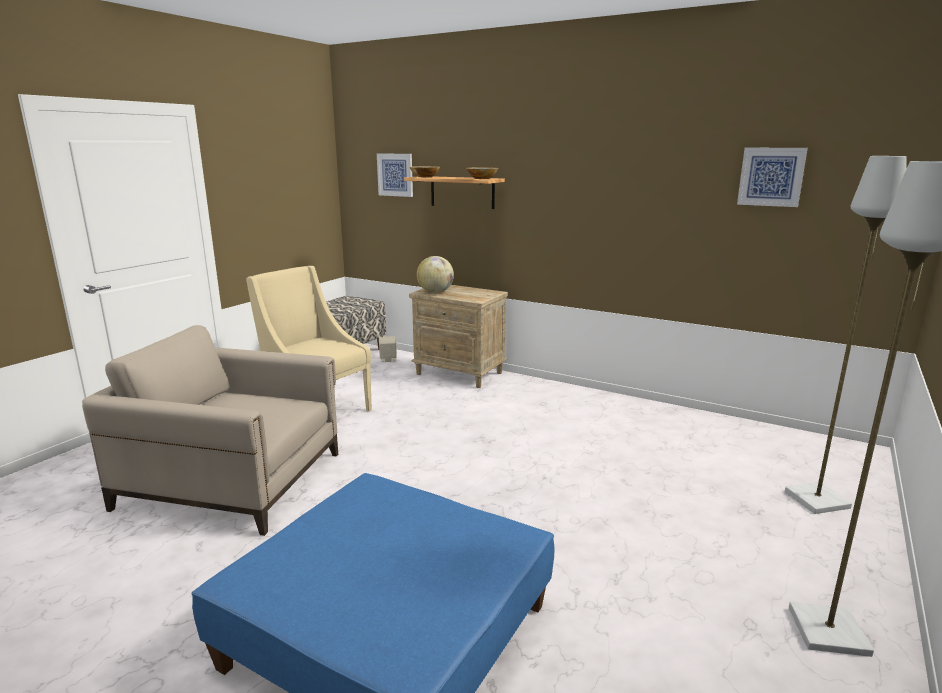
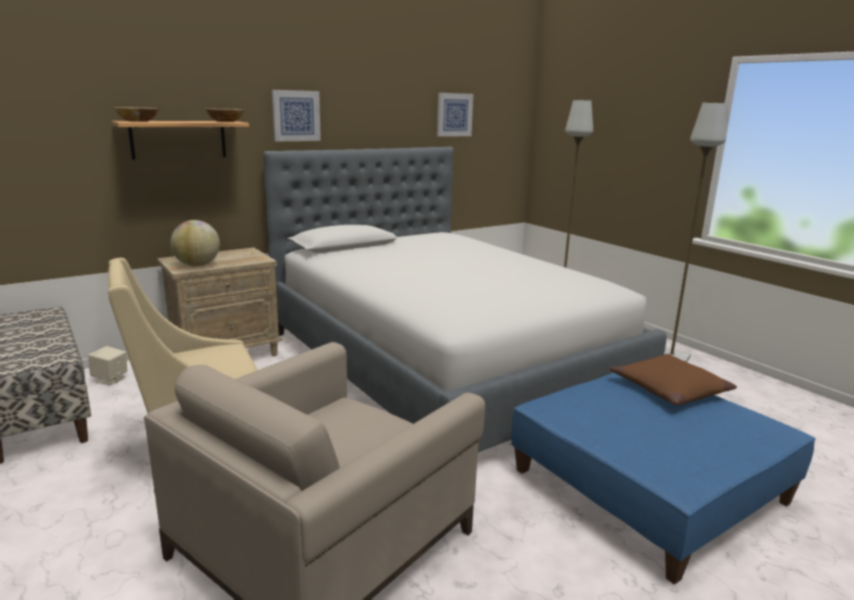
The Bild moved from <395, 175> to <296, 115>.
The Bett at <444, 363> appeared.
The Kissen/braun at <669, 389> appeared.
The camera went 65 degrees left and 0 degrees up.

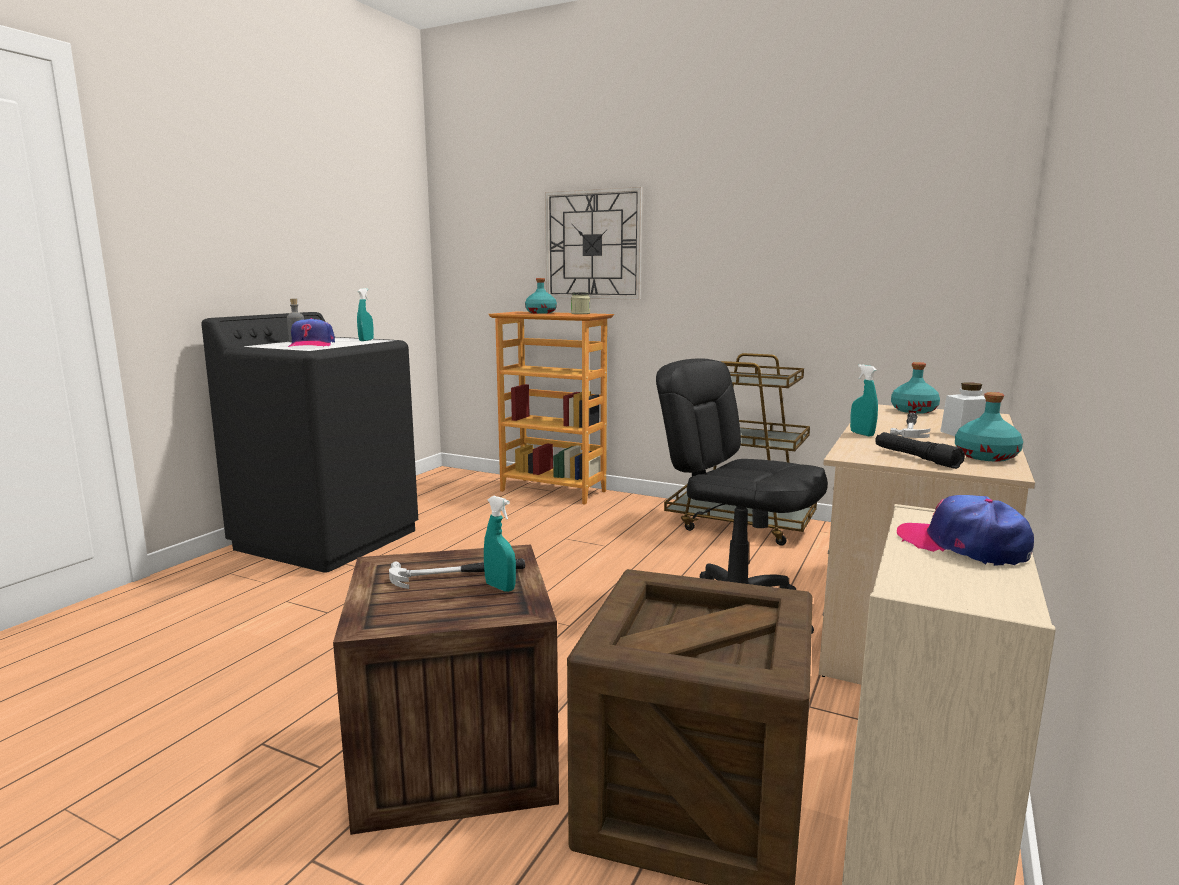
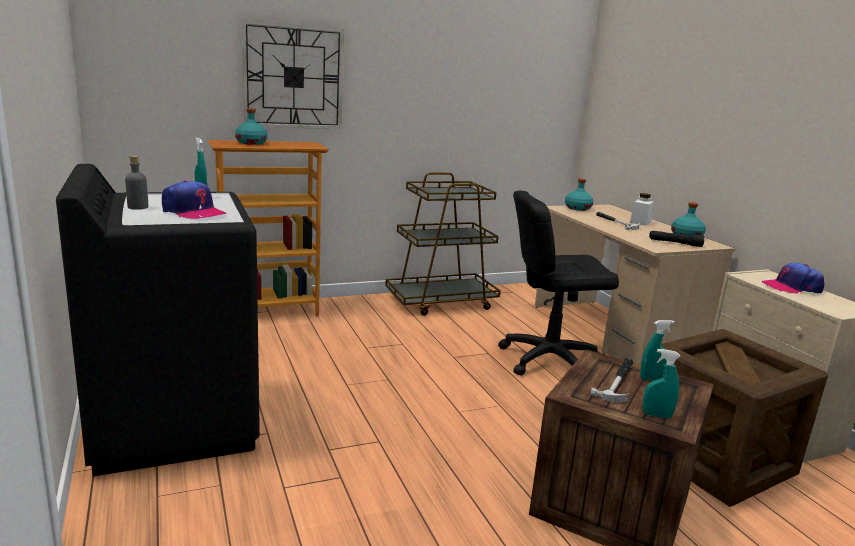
The Vorratsglas at <580, 313> disappeared.
The Sprühflasche/türkis moved from <862, 434> to <656, 415>.
The camera went 50 degrees left and 5 degrees up.

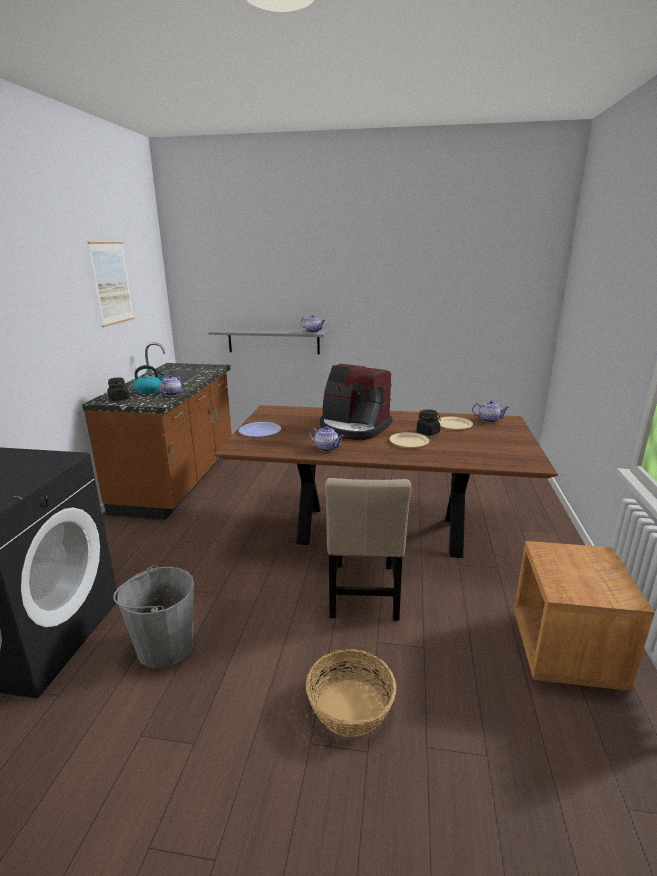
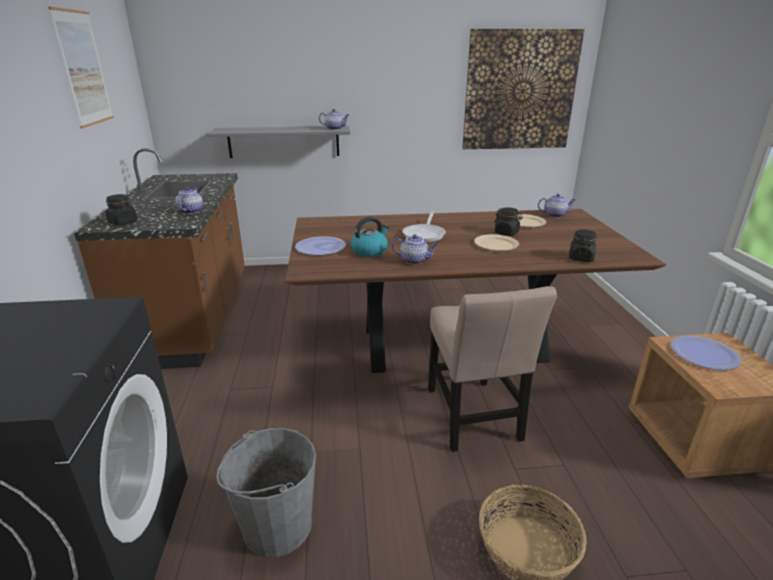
The Kaffeemaschine at <354, 427> was replaced by the Pfanne at <425, 234>.
The Wasserkessel moved from <149, 390> to <369, 251>.
The Bild at <520, 91> appeared.
The Vorratsglas/schwarz at <580, 258> appeared.
The Teller at <704, 354> appeared.
The camera went 15 degrees left and 5 degrees up.

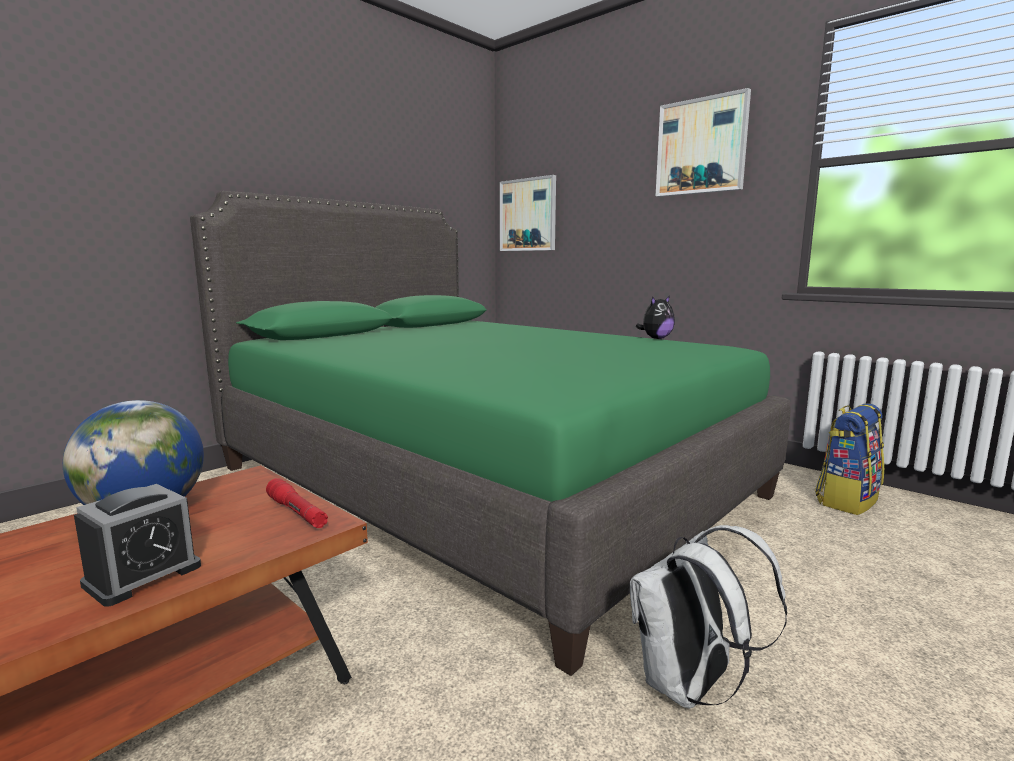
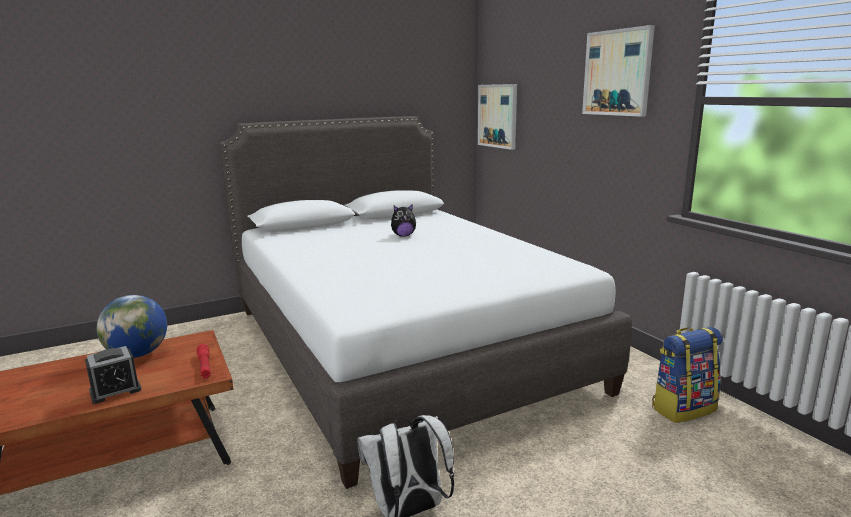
The Bett/grün at <480, 481> became the Bett/weiß at <400, 347>.
The Plüschtier moved from <656, 338> to <403, 235>.
The camera went 20 degrees right and 5 degrees up.

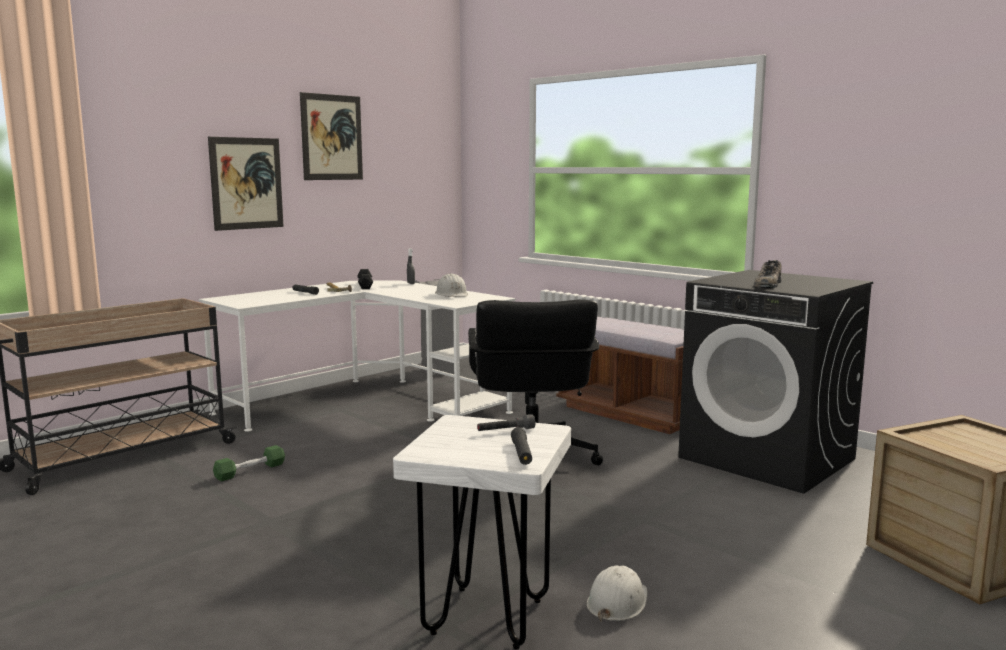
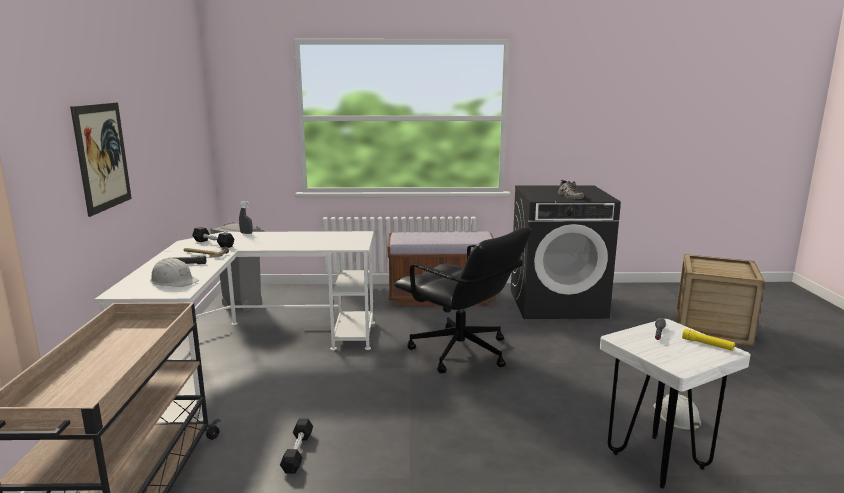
The Bild at <332, 137> disappeared.
The Schutzhelm/weiß moved from <452, 294> to <174, 281>.
The Taschenlampe/schwarz at <521, 453> became the Taschenlampe/gelb at <707, 344>.
The Hantel/grün at <250, 471> became the Hantel/schwarz at <298, 452>.
The camera went 45 degrees left and 5 degrees up.

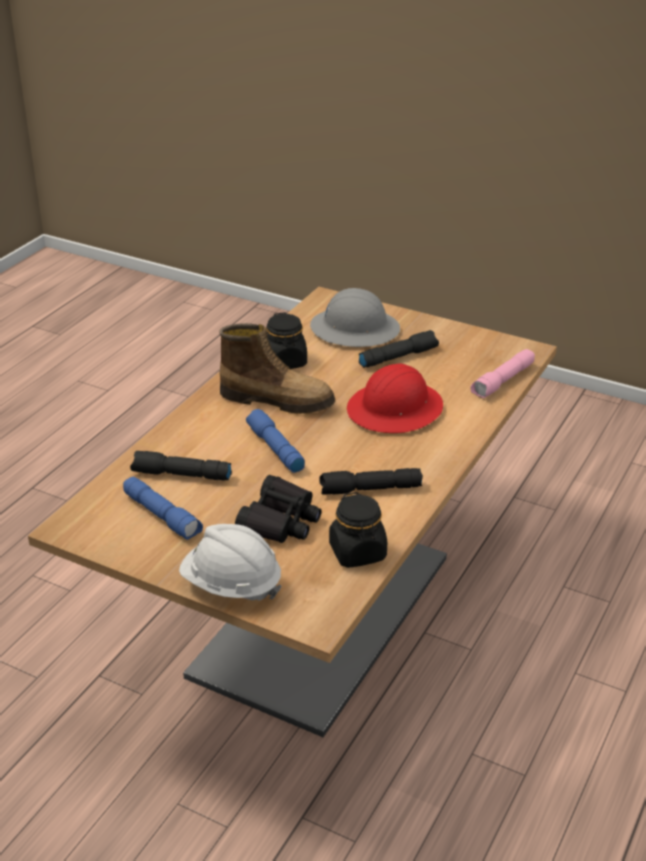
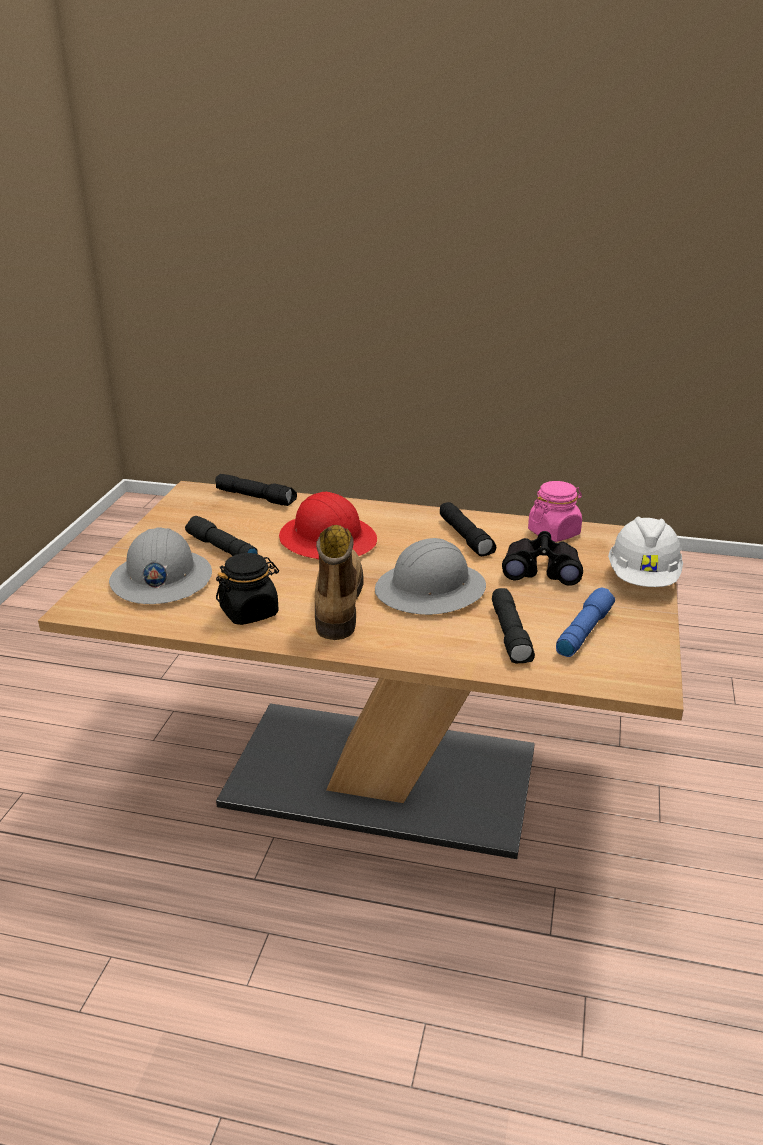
The Taschenlampe/rosa at <503, 381> became the Taschenlampe/schwarz at <256, 497>.
The Taschenlampe/blau at <274, 449> was replaced by the Schutzhelm/grau at <431, 591>.
The Vorratsglas/schwarz at <358, 552> became the Vorratsglas/rosa at <554, 533>.
The camera went 105 degrees left and 5 degrees down.

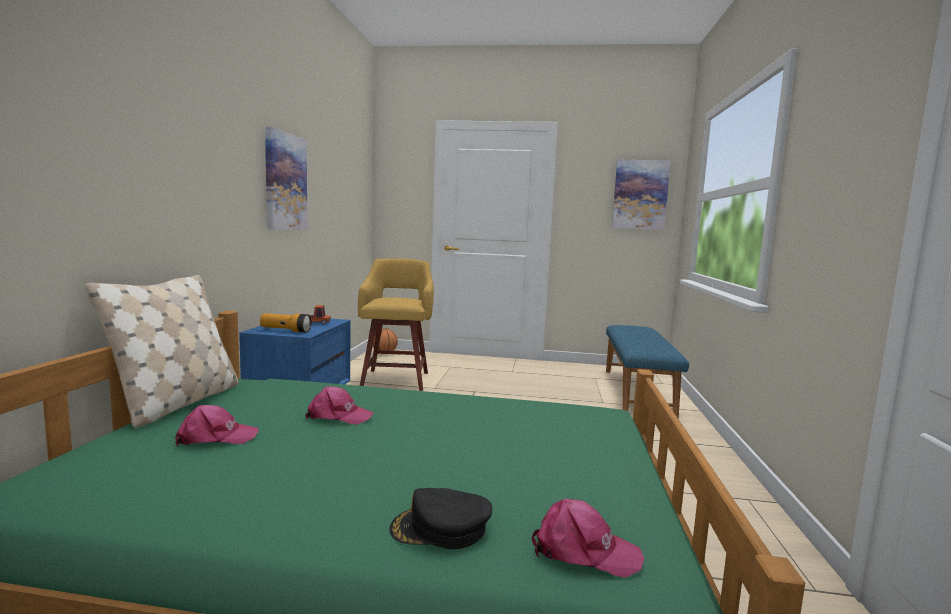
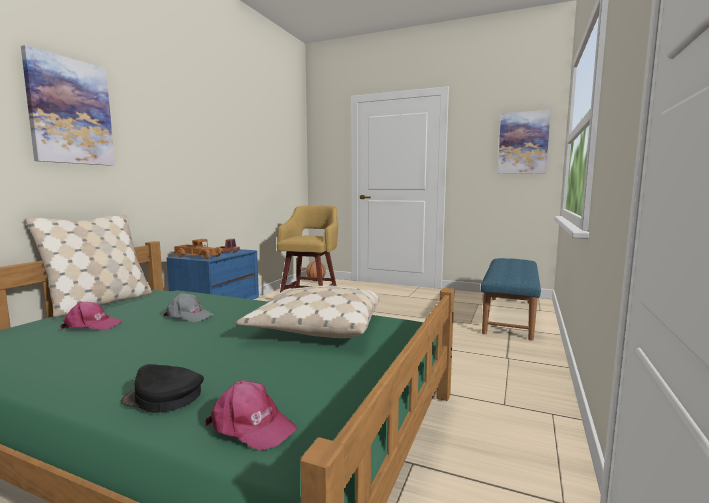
The Bild moved from <285, 182> to <70, 112>.
The Taschenlampe at <285, 330> was replaced by the Spielzeuglaster at <198, 256>.
The Kappe/rosa at <338, 416> became the Kappe/grau at <189, 316>.
The Kissen/beige at <316, 327> appeared.
The camera went 15 degrees right and 0 degrees up.

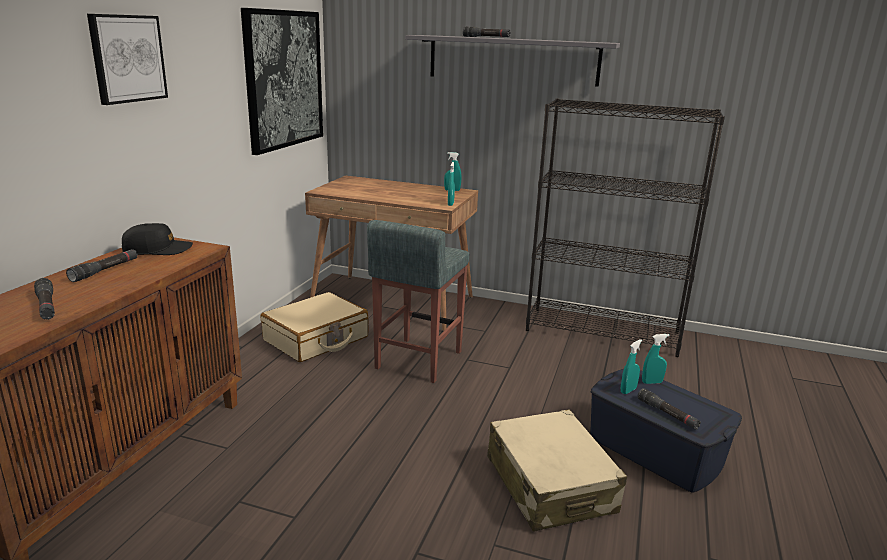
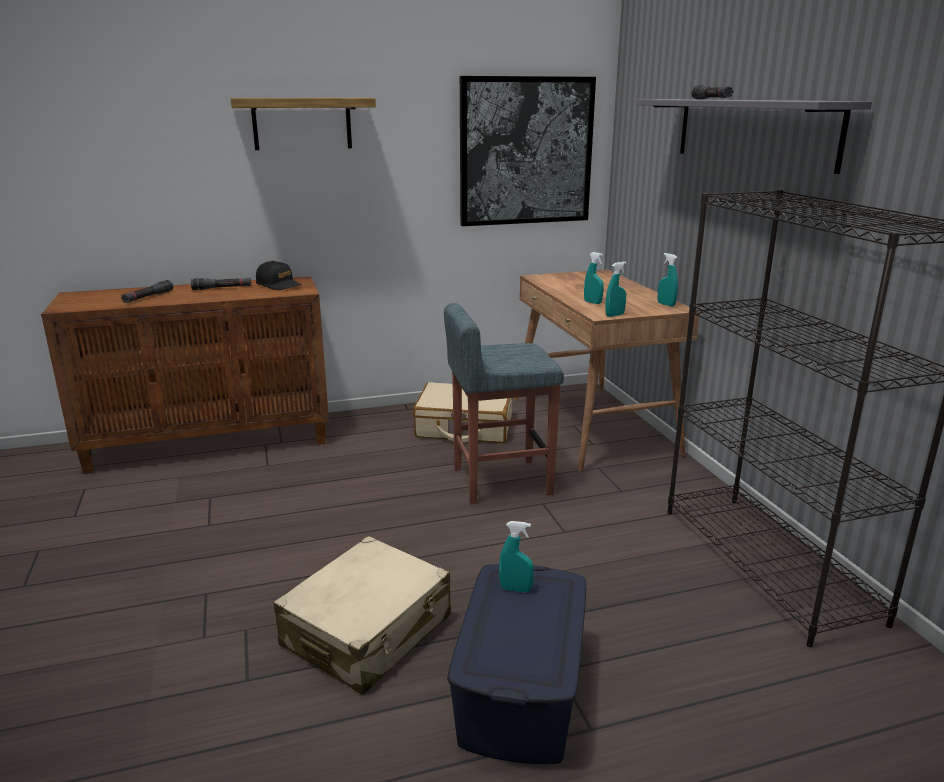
The Bild at <127, 58> was replaced by the Wandregal at <302, 123>.
The Sprühflasche/türkis moved from <652, 382> to <592, 302>.
The Taschenlampe/schwarz at <667, 414> disappeared.
The camera went 55 degrees right and 0 degrees up.

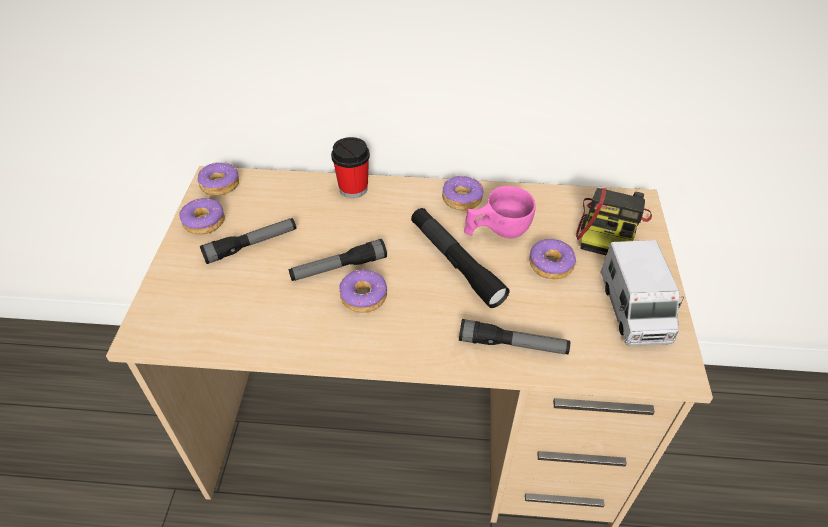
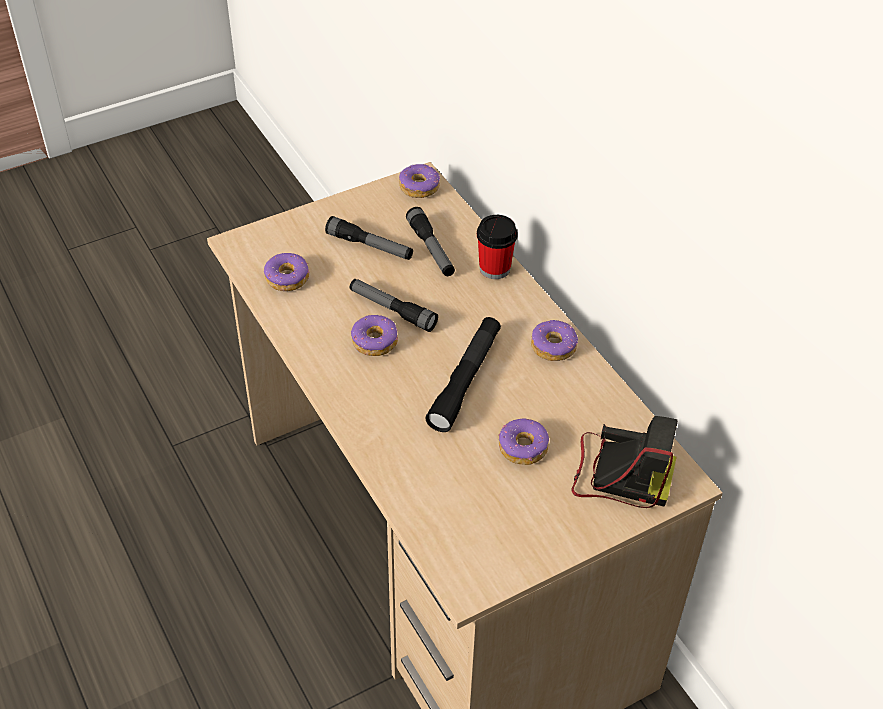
The Tasse/rosa at <496, 231> disappeared.
The Kamera at <610, 228> turned 150 degrees counterclockwise.
The Donut moved from <204, 222> to <287, 278>.
The Spielzeuglaster at <634, 309> disappeared.
The Taschenlampe moved from <512, 345> to <431, 249>.
The camera went 55 degrees right and 0 degrees up.

